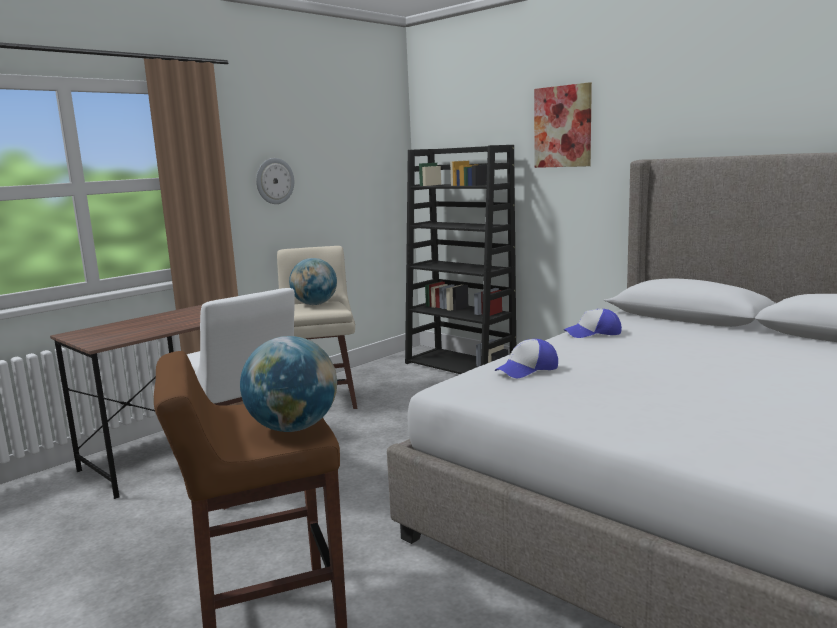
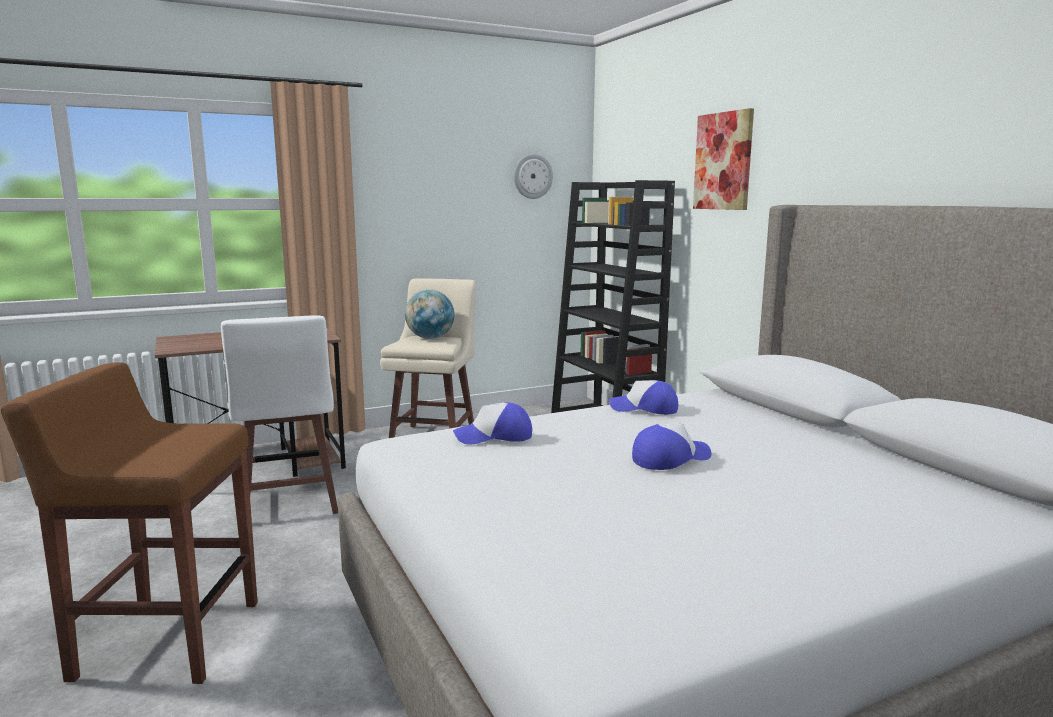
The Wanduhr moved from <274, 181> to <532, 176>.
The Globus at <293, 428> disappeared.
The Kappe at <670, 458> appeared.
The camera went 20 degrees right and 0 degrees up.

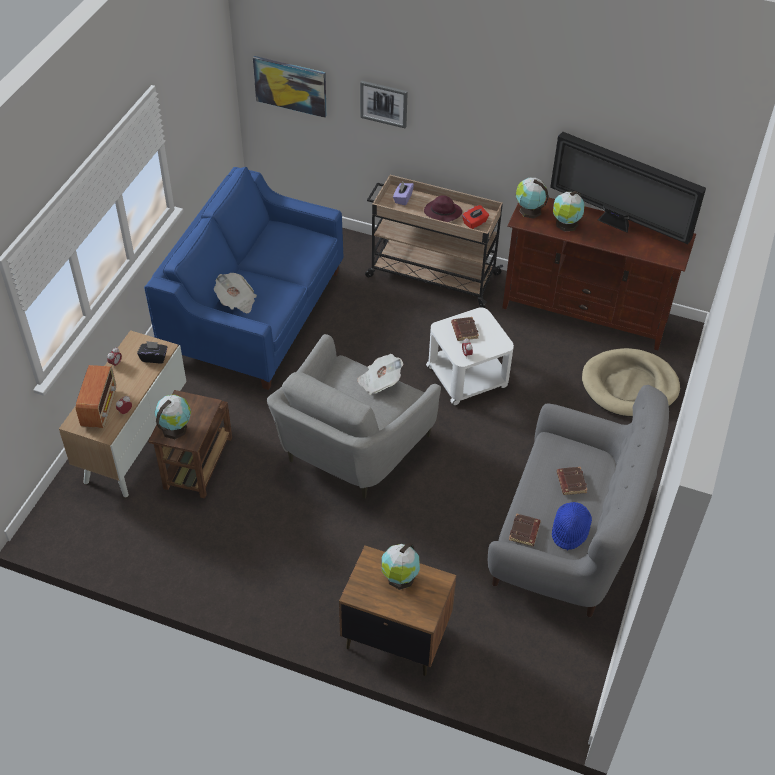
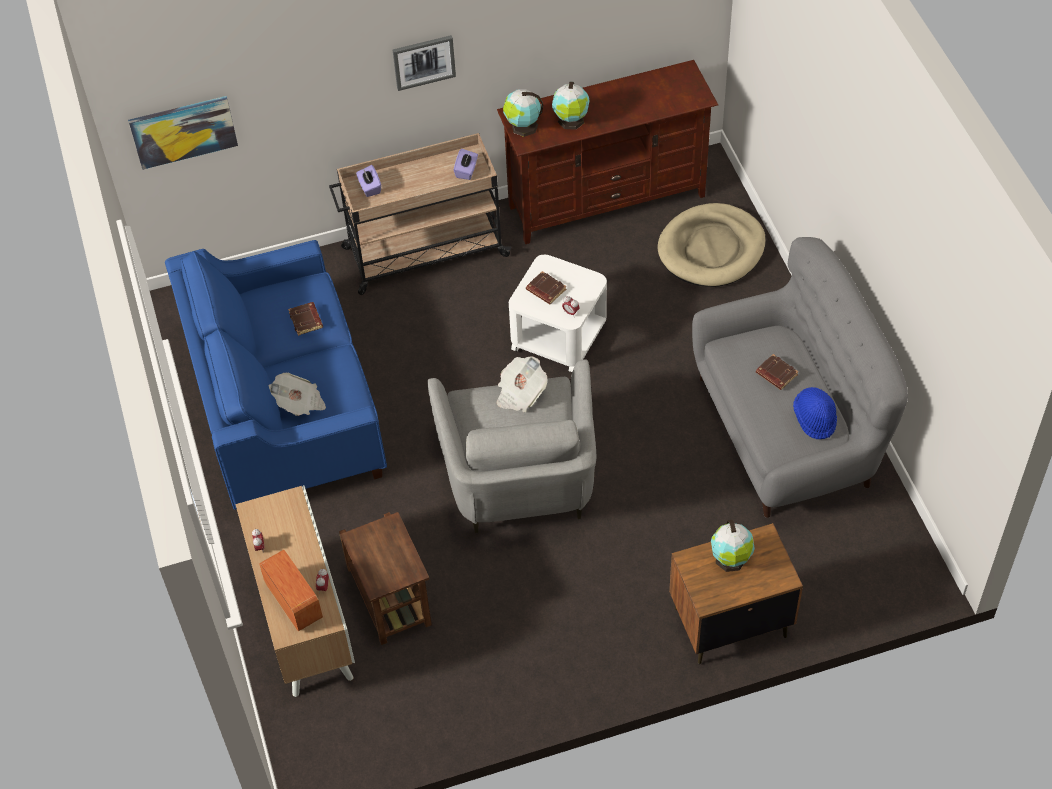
The Bild moved from <384, 103> to <424, 61>.
The Fernseher at <616, 224> disappeared.
The Hut/lila at <442, 213> disappeared.
The Taschentuchbox/rot at <475, 223> became the Taschentuchbox/lila at <466, 171>.
The Taschentuchbox/schwarz at <154, 358> disappeared.
The Globus at <175, 428> disappeared.
The Buch/braun moved from <524, 532> to <306, 320>.
The camera went 35 degrees left and 5 degrees up.

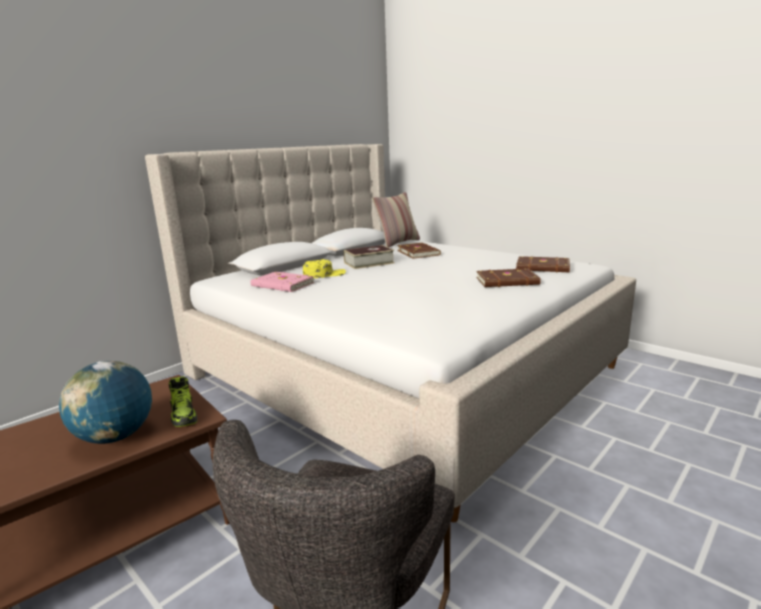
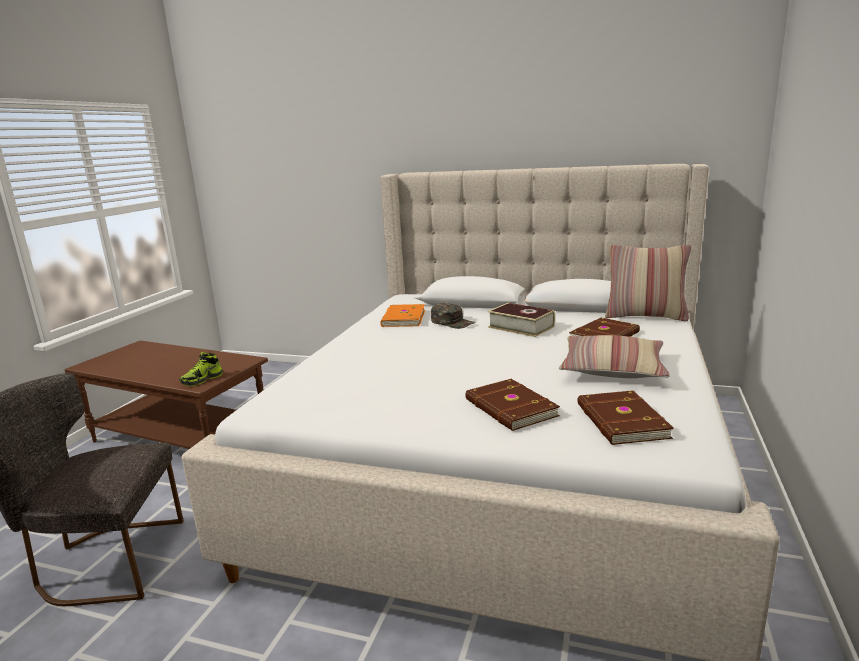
The Kappe/gelb at <324, 274> became the Kappe/grün at <452, 322>.
The Buch/rosa at <282, 285> became the Buch/orange at <402, 318>.
The Globus at <116, 437> disappeared.
The Kissen at <612, 368> appeared.
The camera went 65 degrees right and 0 degrees up.

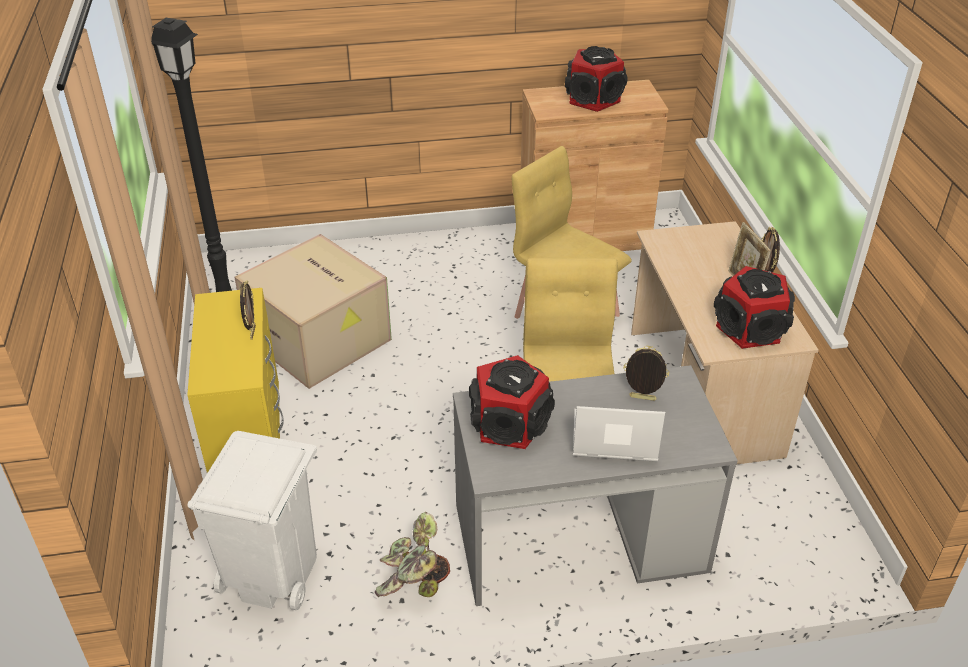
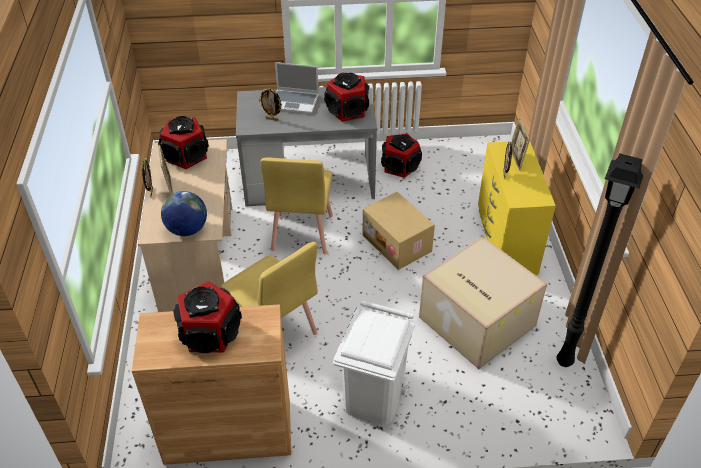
The Mülleimer/weiß moved from <272, 573> to <374, 399>.
The Topfpflanze at <411, 580> was replaced by the Lautsprecher at <399, 166>.
The Bilderrahmen at <516, 159> appeared.
The Globus at <187, 229> appeared.
The Karton at <398, 243> appeared.
The camera went 175 degrees left and 5 degrees up.

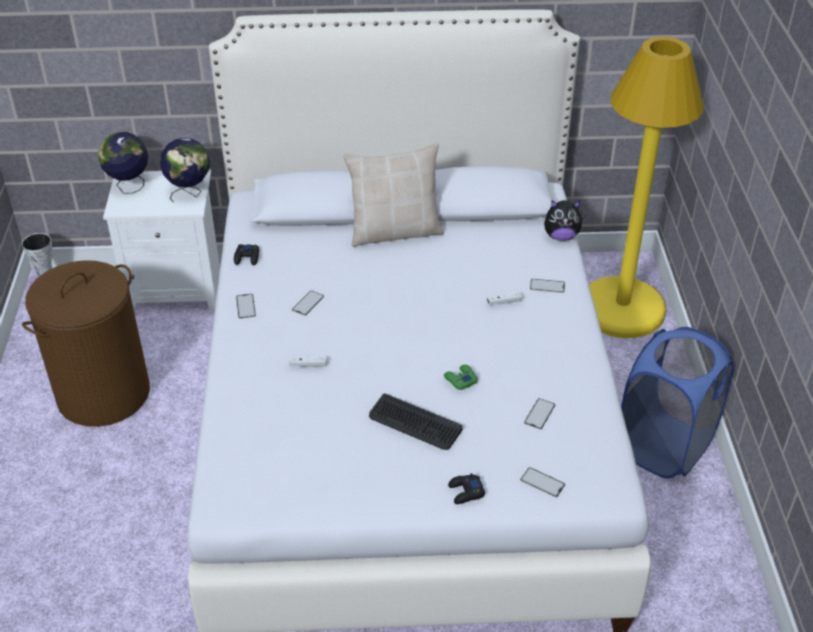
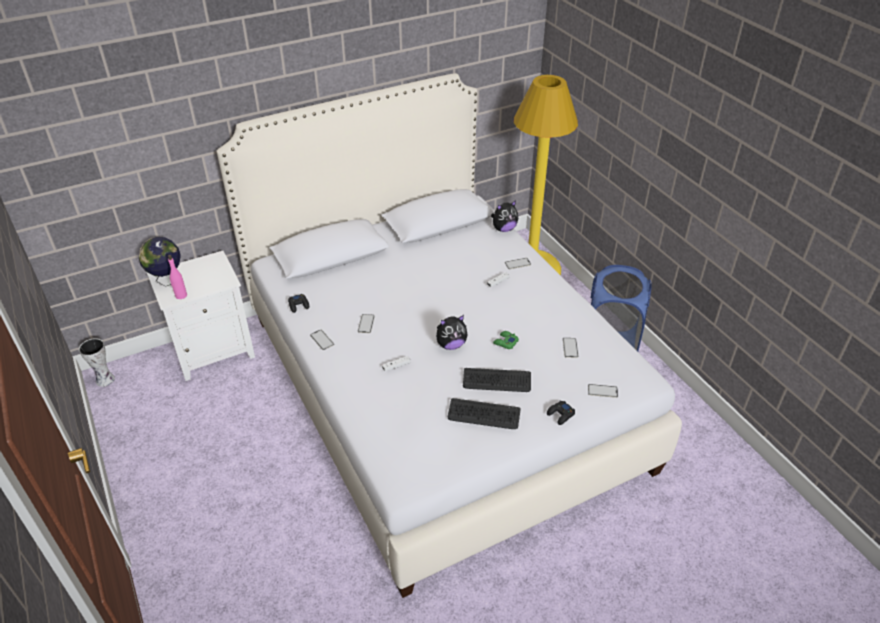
The Globus at <190, 193> disappeared.
The Kissen/beige at <395, 231> disappeared.
The Wäschekorb/braun at <103, 393> disappeared.
The Flasche/rosa at <181, 295> appeared.
The Plüschtier at <451, 344> appeared.
The Tastatur at <483, 415> appeared.
The camera went 25 degrees left and 0 degrees up.

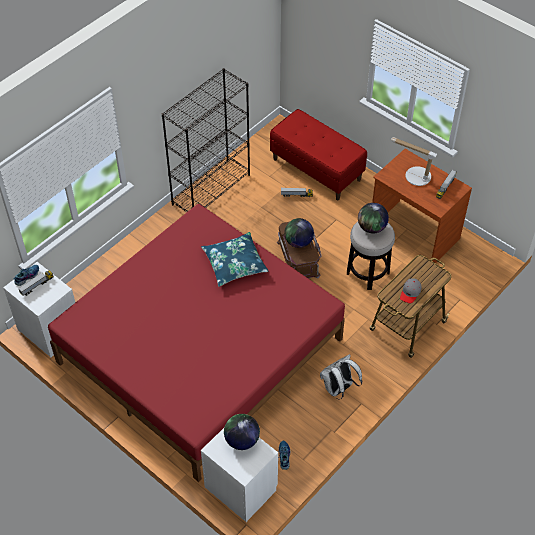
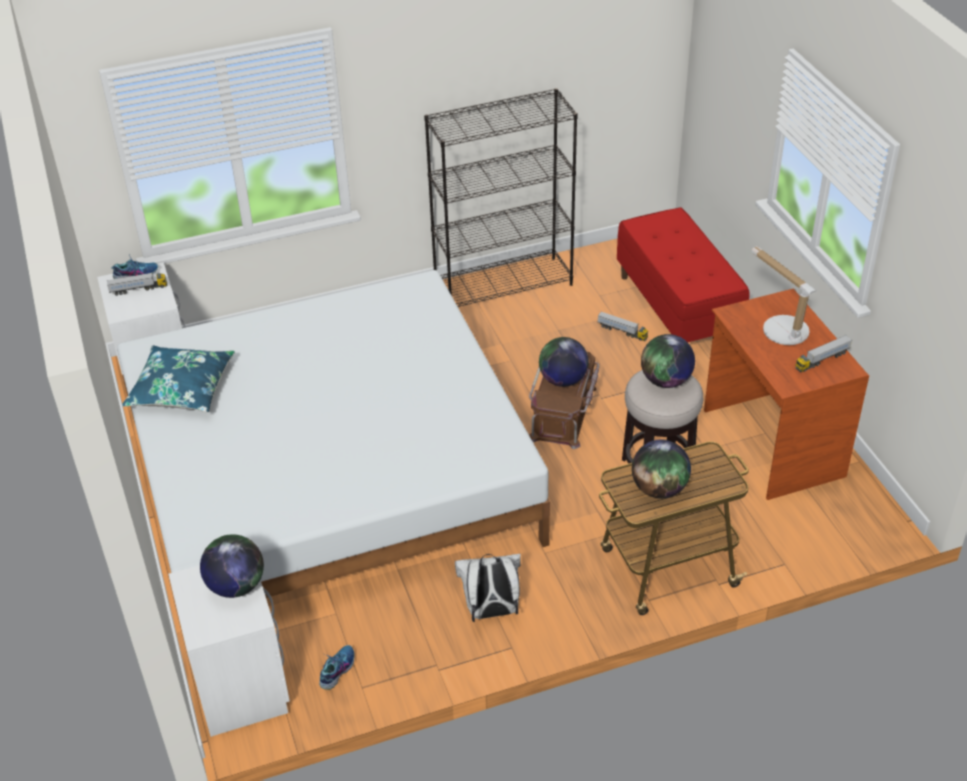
The Bett/rot at <200, 350> became the Bett/weiß at <330, 477>.
The Kissen/blau moved from <234, 264> to <182, 388>.
The Kappe/grau at <410, 292> was replaced by the Globus at <659, 489>.
The camera went 30 degrees right and 10 degrees down.

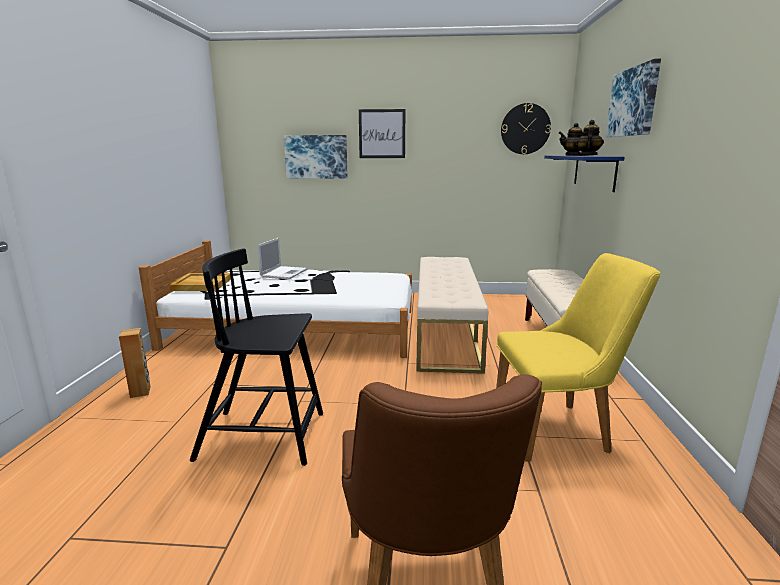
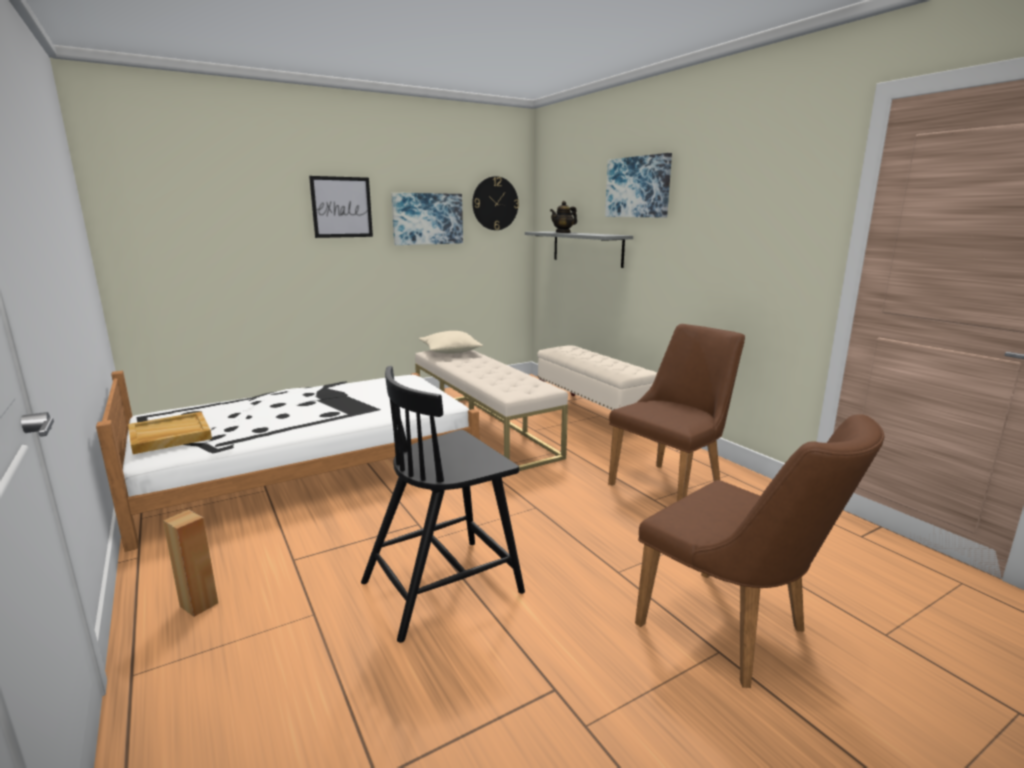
The Teekanne at <587, 155> disappeared.
The Bild moved from <316, 156> to <427, 219>.
The Wandregal/blau at <594, 171> became the Wandregal/grau at <587, 248>.
The Laptop at <284, 273> disappeared.
The Stuhl/gelb at <560, 428> became the Stuhl/braun at <673, 485>.
The Kissen/beige at <450, 351> appeared.
The camera went 35 degrees left and 0 degrees up.

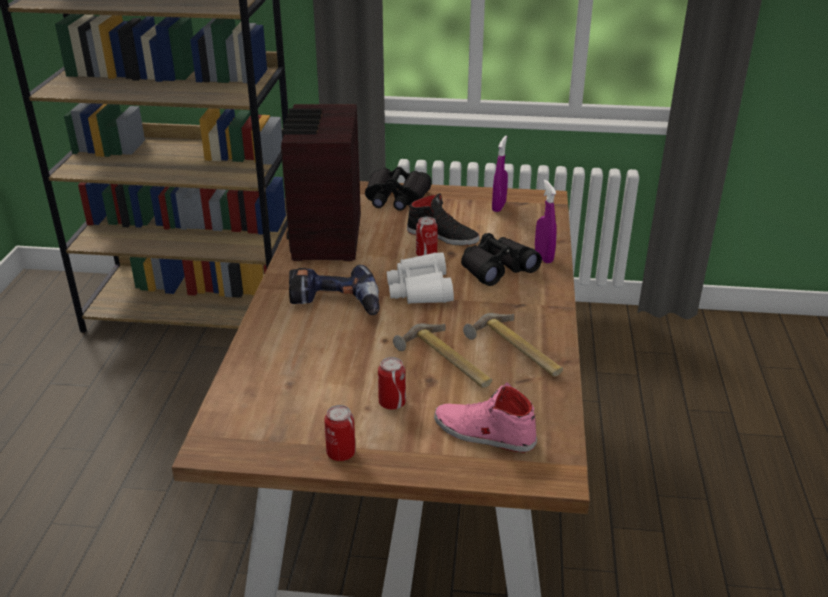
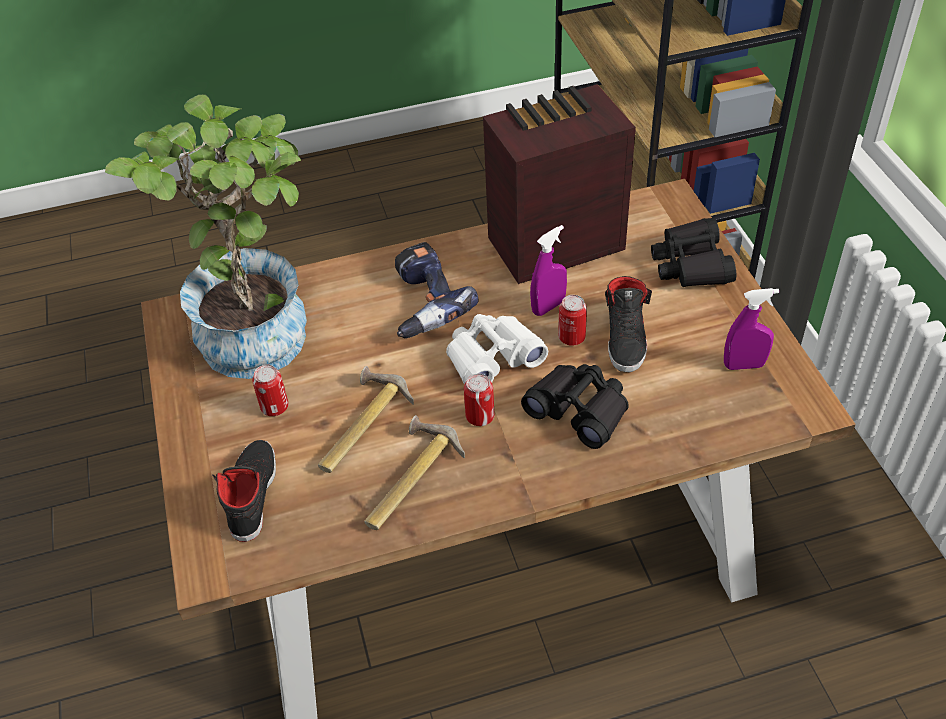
The Sprühflasche/lila moved from <543, 257> to <548, 307>.
The Schuh/rosa at <483, 433> became the Schuh/schwarz at <252, 493>.
The Dose moved from <341, 453> to <480, 417>.
The Topfpflanze at <259, 326> appeared.
The camera went 70 degrees right and 15 degrees up.

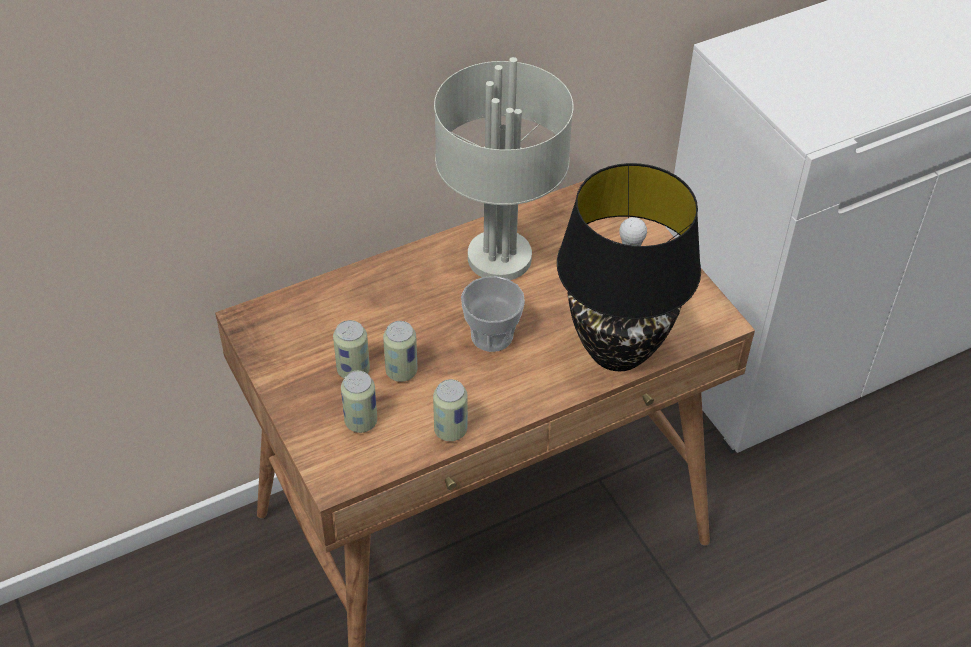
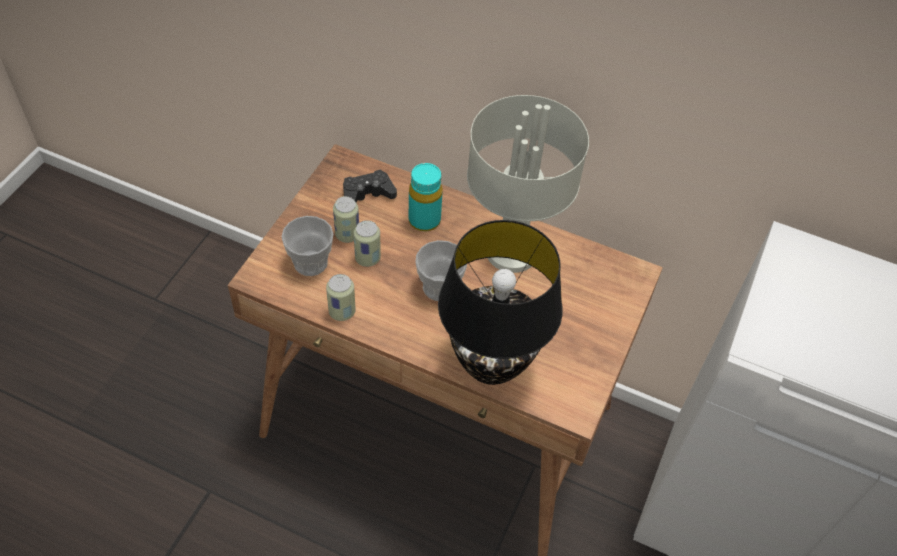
The Dose at <361, 421> was replaced by the Tasse at <310, 262>.
The Flasche/türkis at <424, 220> appeared.
The Gamepad/schwarz at <367, 194> appeared.
The camera went 50 degrees right and 5 degrees up.

